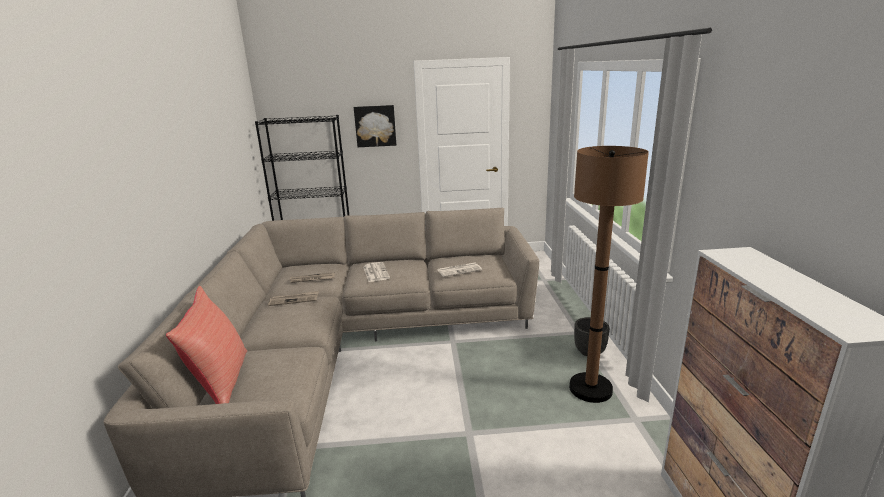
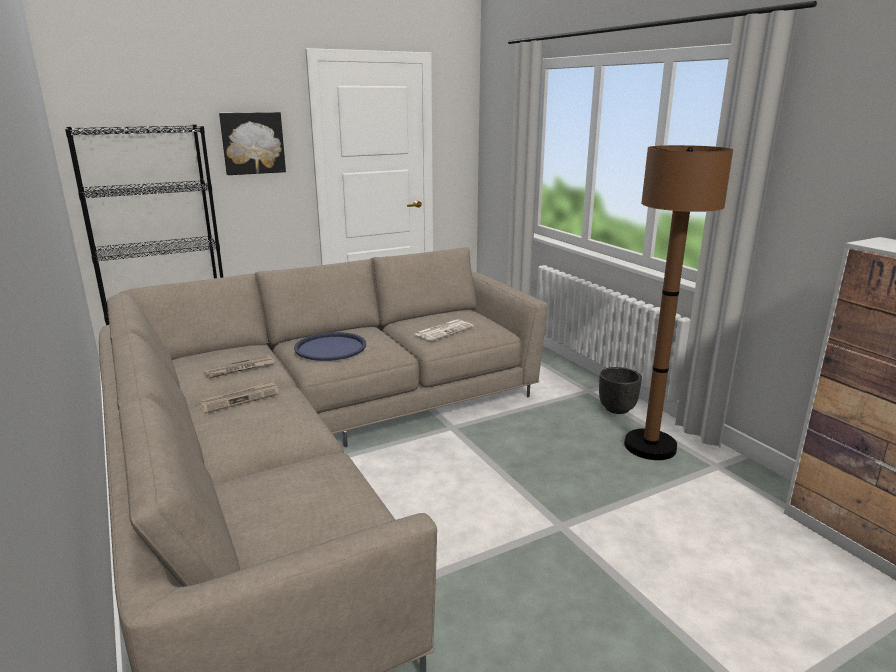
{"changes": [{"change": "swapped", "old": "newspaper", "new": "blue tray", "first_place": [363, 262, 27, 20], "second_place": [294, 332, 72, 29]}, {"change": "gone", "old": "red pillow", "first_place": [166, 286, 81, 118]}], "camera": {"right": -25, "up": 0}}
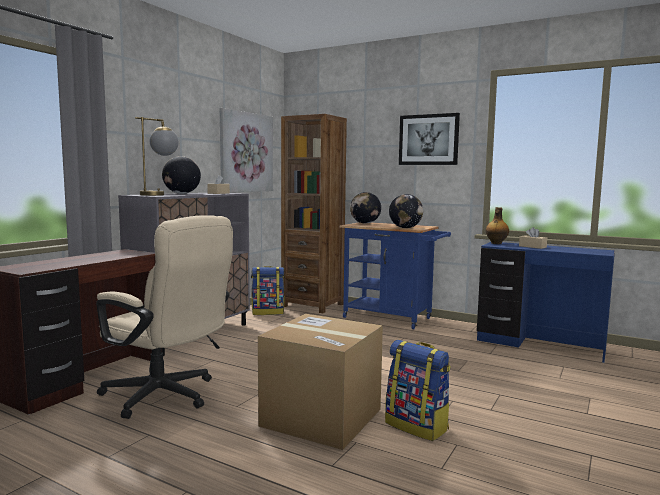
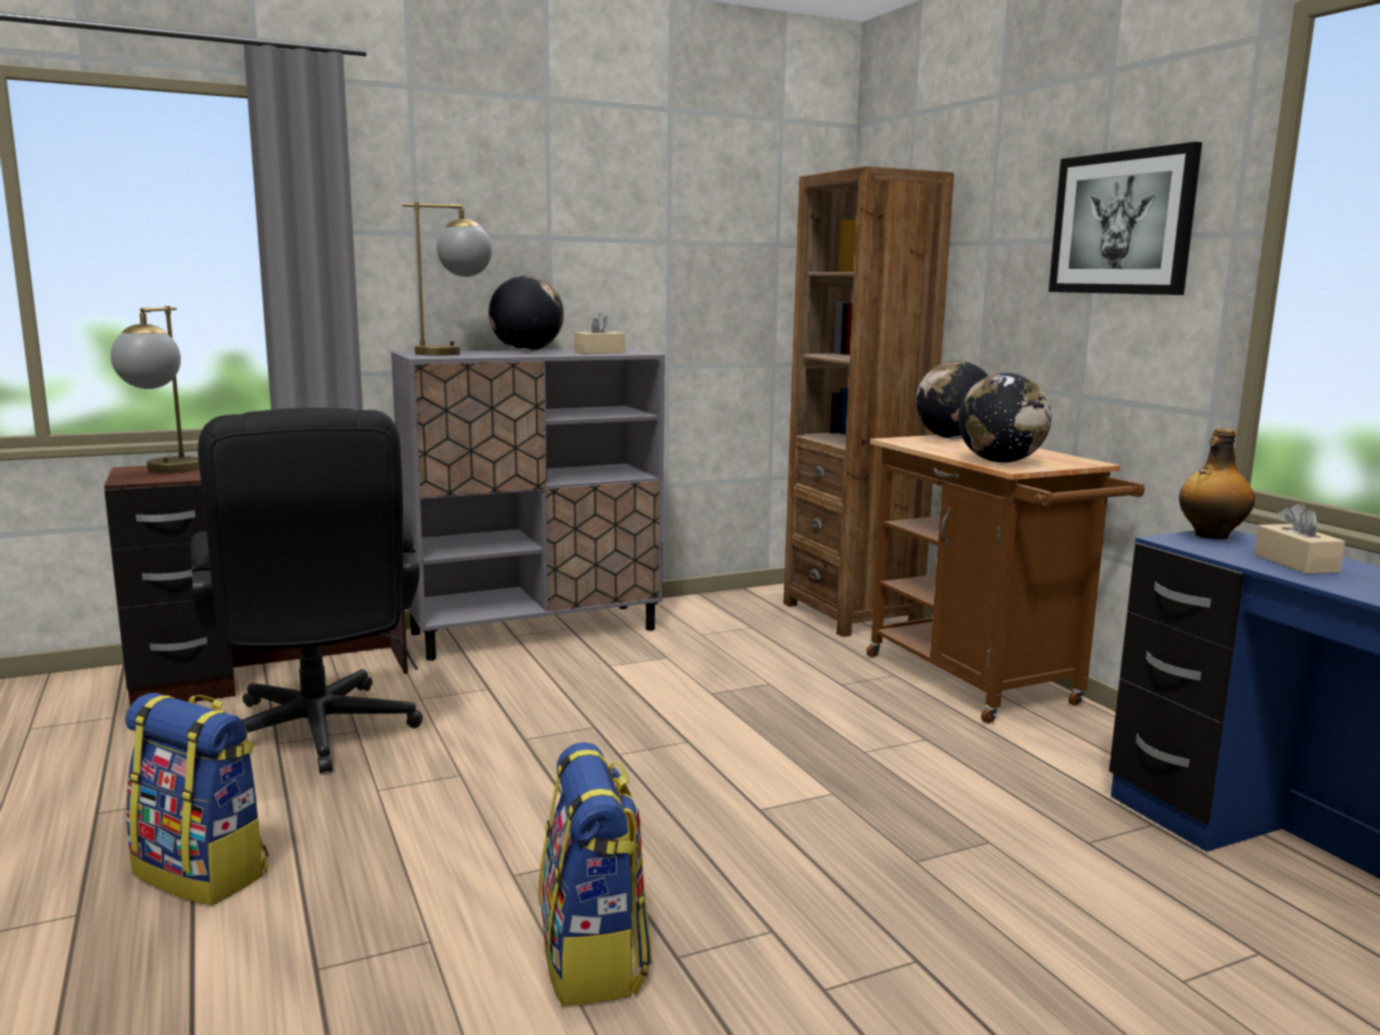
{"changes": [{"change": "new", "new": "table lamp", "second_place": [111, 306, 88, 167]}, {"change": "shifted", "old": "backpack", "first_place": [251, 266, 34, 49], "second_place": [125, 693, 144, 213]}, {"change": "repainted", "old": "beige office chair", "new": "black office chair", "first_place": [96, 215, 137, 204], "second_place": [191, 408, 232, 366]}, {"change": "repainted", "old": "blue cart", "new": "brown cart", "first_place": [340, 222, 111, 107], "second_place": [867, 435, 278, 289]}, {"change": "gone", "old": "picture", "first_place": [220, 108, 53, 84]}, {"change": "gone", "old": "cardboard box", "first_place": [258, 314, 125, 136]}], "camera": {"right": 35, "up": 5}}
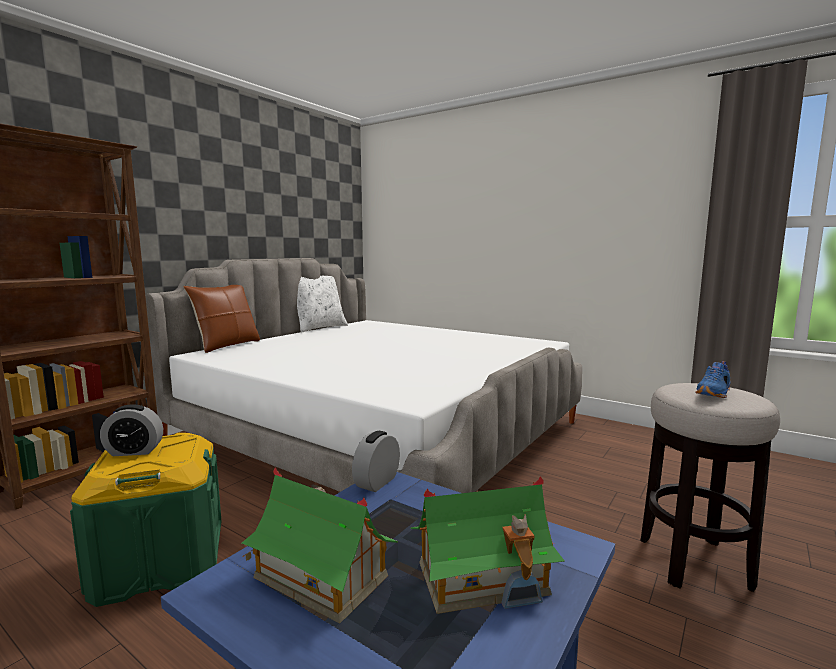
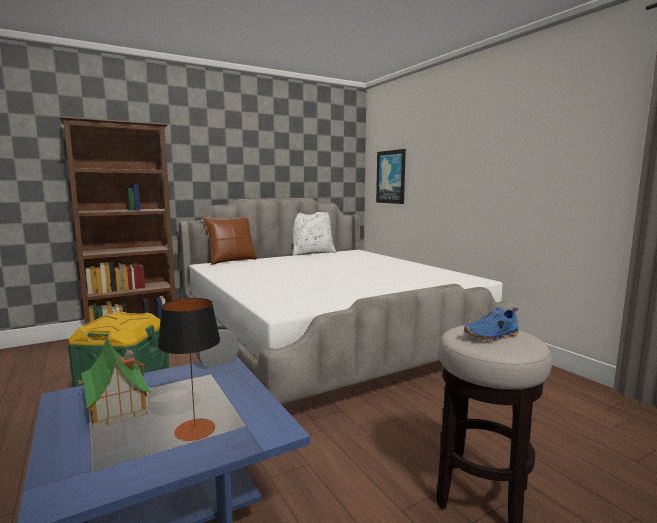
{"changes": [{"change": "swapped", "old": "toy house", "new": "table lamp", "first_place": [410, 476, 155, 138], "second_place": [158, 298, 62, 143]}, {"change": "new", "new": "picture", "second_place": [376, 149, 30, 55]}, {"change": "gone", "old": "alarm clock", "first_place": [100, 404, 63, 52]}], "camera": {"right": 25, "up": 0}}
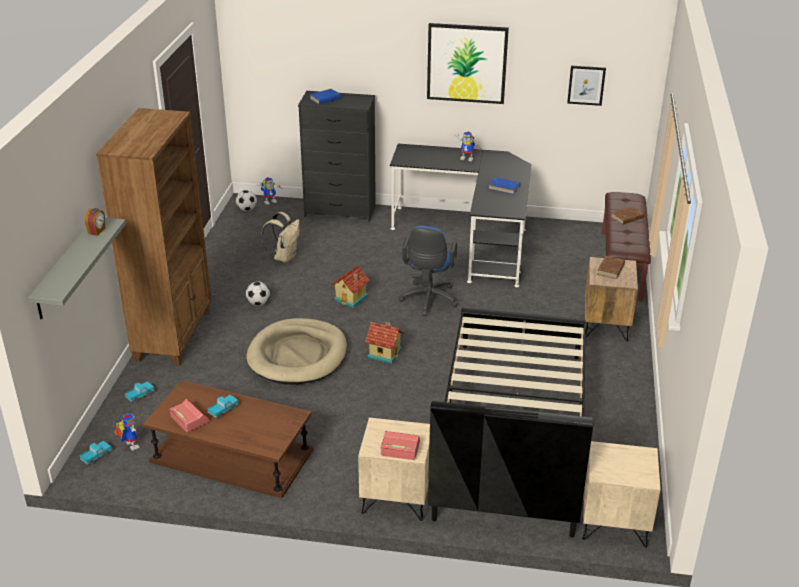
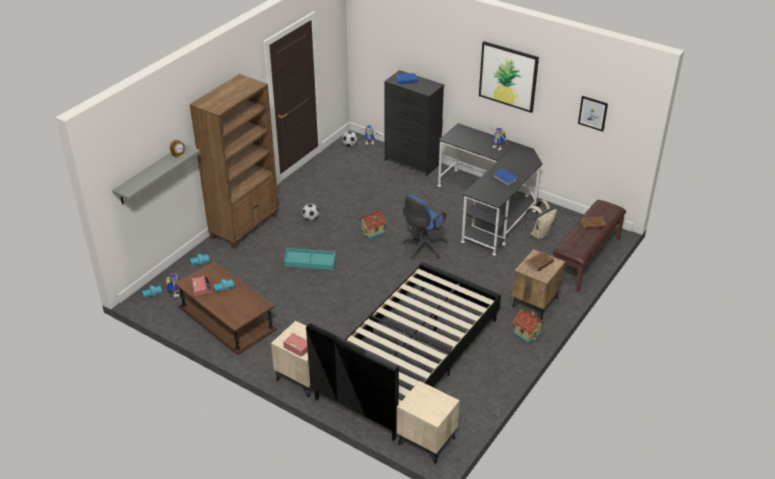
{"changes": [{"change": "swapped", "old": "beige dog bed", "new": "turquoise storage box", "first_place": [247, 318, 100, 67], "second_place": [284, 248, 52, 22]}, {"change": "shifted", "old": "toy house", "first_place": [365, 322, 40, 42], "second_place": [512, 309, 33, 35]}, {"change": "shifted", "old": "beige backpack", "first_place": [261, 212, 38, 51], "second_place": [524, 200, 33, 40]}], "camera": {"right": 25, "up": 5}}
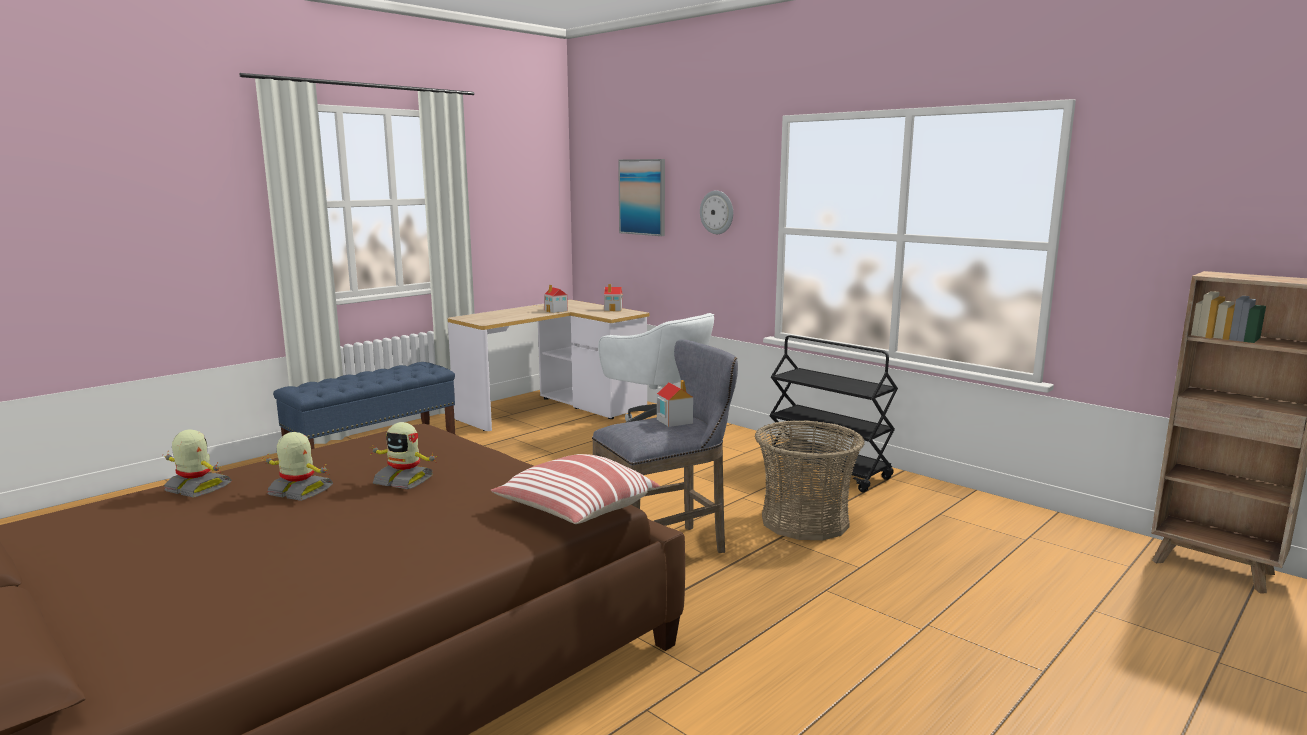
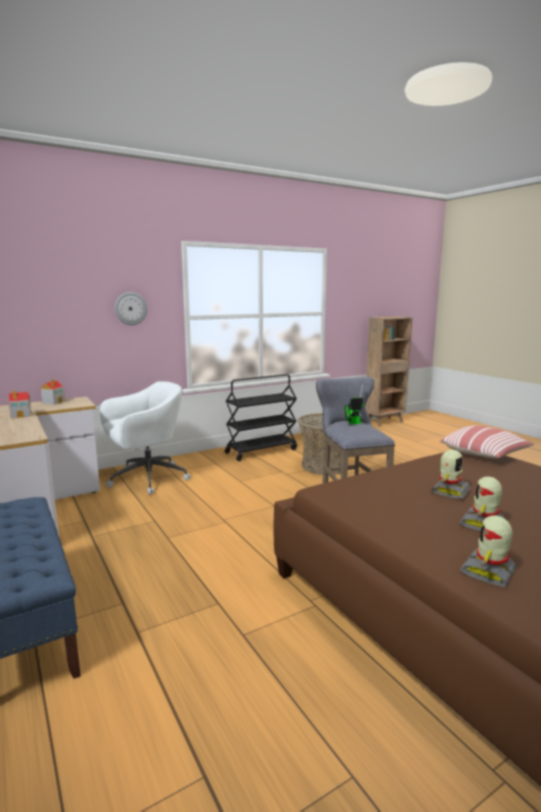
{"changes": [{"change": "swapped", "old": "toy house", "new": "toy robot", "first_place": [657, 380, 36, 47], "second_place": [344, 384, 20, 40]}, {"change": "gone", "old": "picture", "first_place": [618, 159, 47, 77]}], "camera": {"right": -75, "up": 0}}
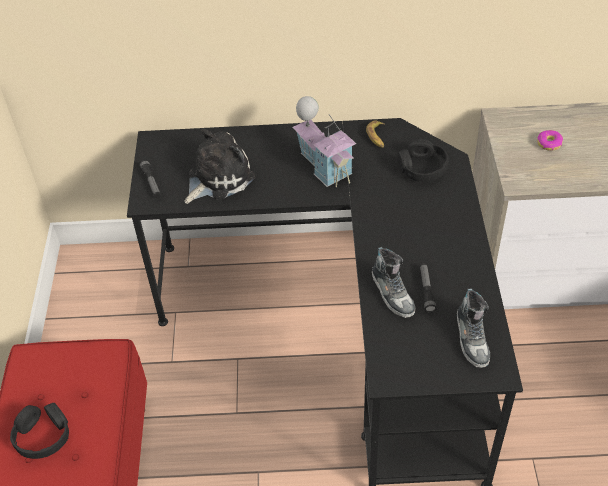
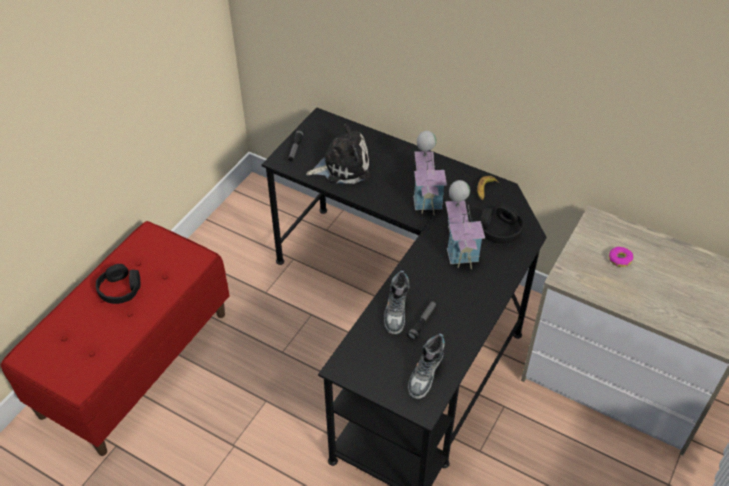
{"changes": [{"change": "new", "new": "toy house", "second_place": [445, 180, 40, 89]}], "camera": {"right": 30, "up": 0}}
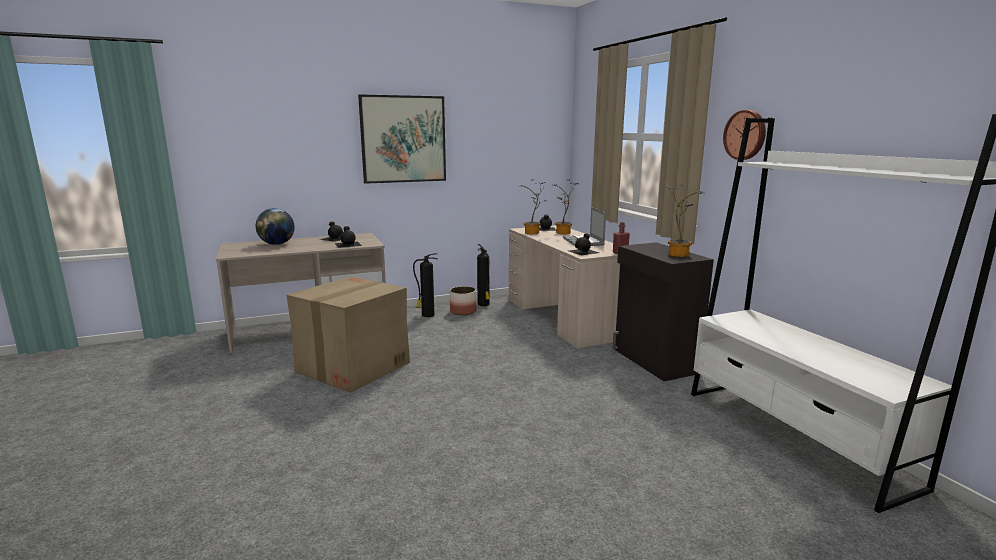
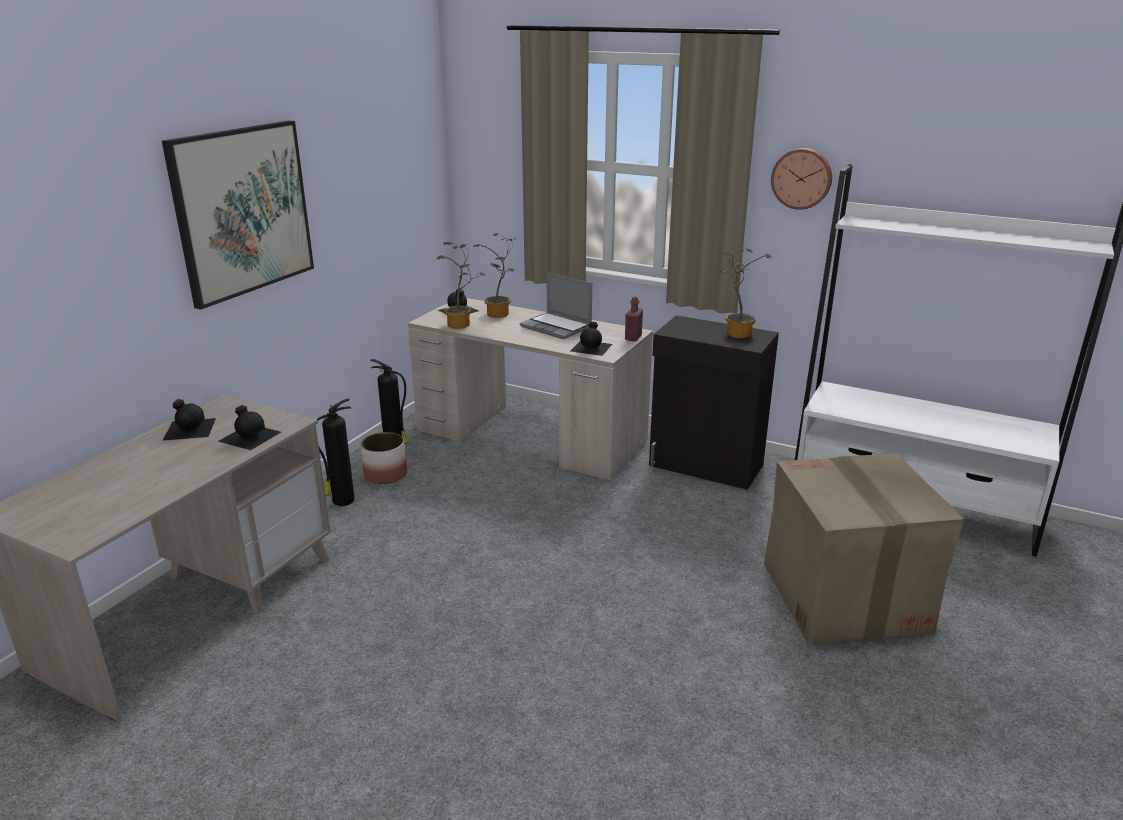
{"changes": [{"change": "shifted", "old": "cardboard box", "first_place": [286, 276, 124, 117], "second_place": [764, 453, 200, 191]}, {"change": "gone", "old": "globe", "first_place": [256, 208, 39, 37]}], "camera": {"right": -40, "up": 10}}
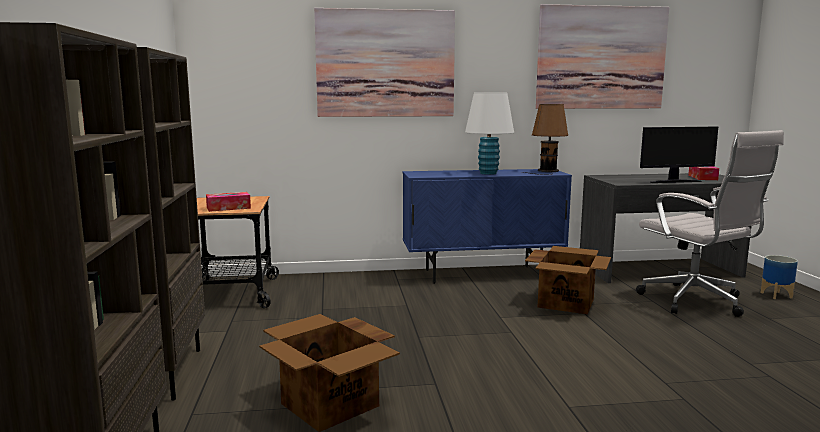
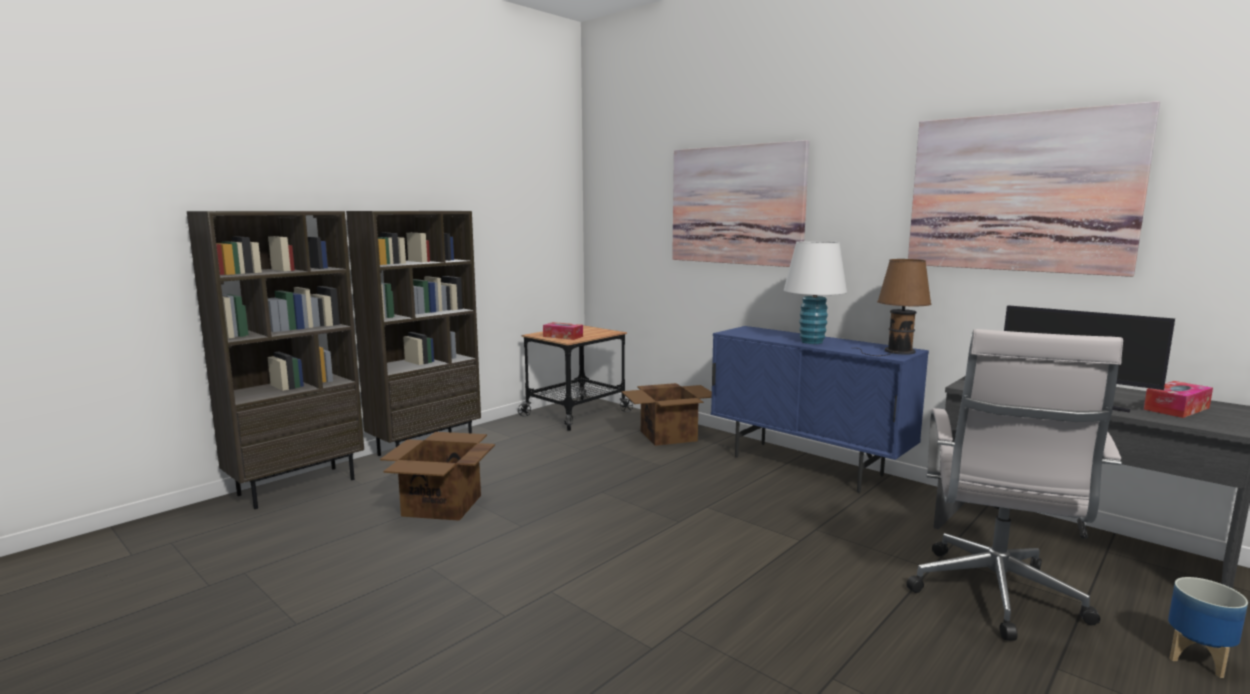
{"changes": [{"change": "shifted", "old": "cardboard box", "first_place": [525, 246, 86, 68], "second_place": [621, 383, 91, 63]}], "camera": {"right": 50, "up": 0}}
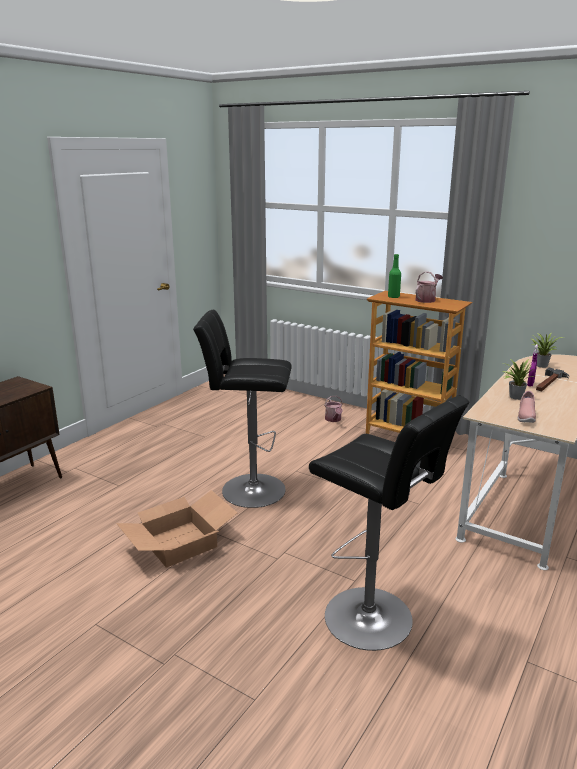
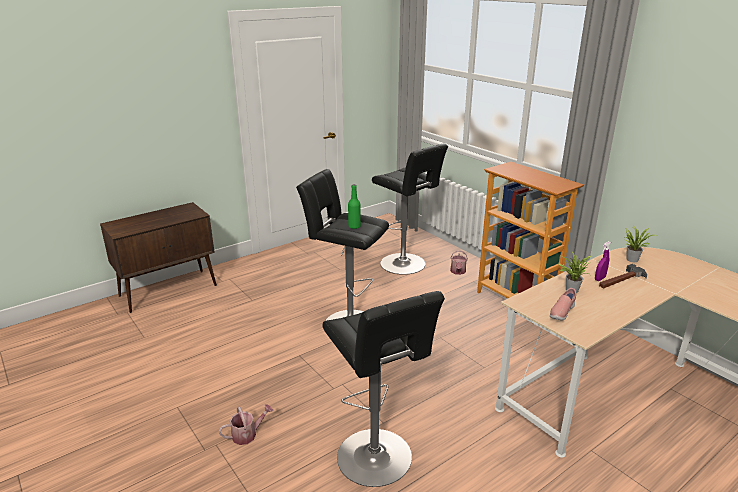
{"changes": [{"change": "shifted", "old": "watering can", "first_place": [415, 271, 28, 32], "second_place": [219, 404, 54, 41]}, {"change": "shifted", "old": "green bottle", "first_place": [388, 254, 13, 44], "second_place": [348, 184, 13, 45]}, {"change": "new", "new": "black stool", "second_place": [372, 144, 76, 131]}, {"change": "gone", "old": "cardboard box", "first_place": [116, 490, 122, 78]}], "camera": {"right": 20, "up": 5}}
